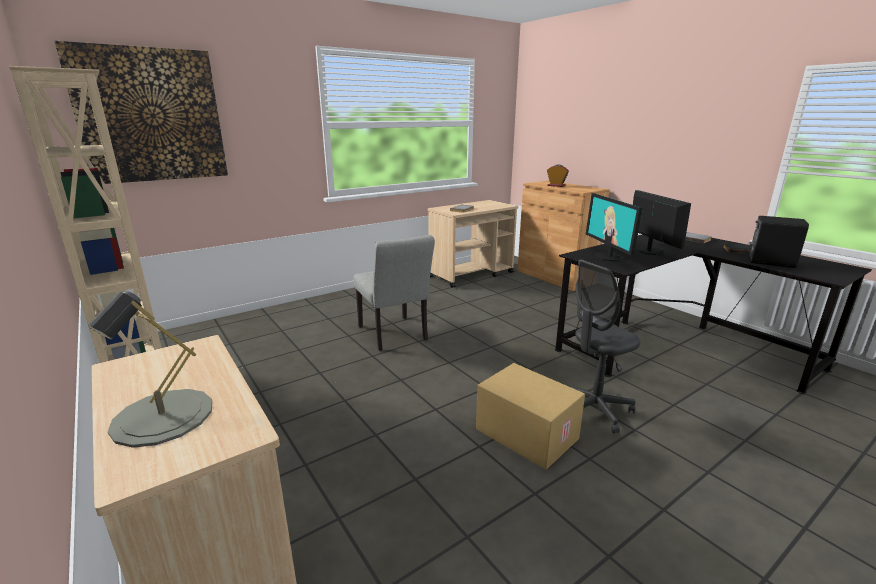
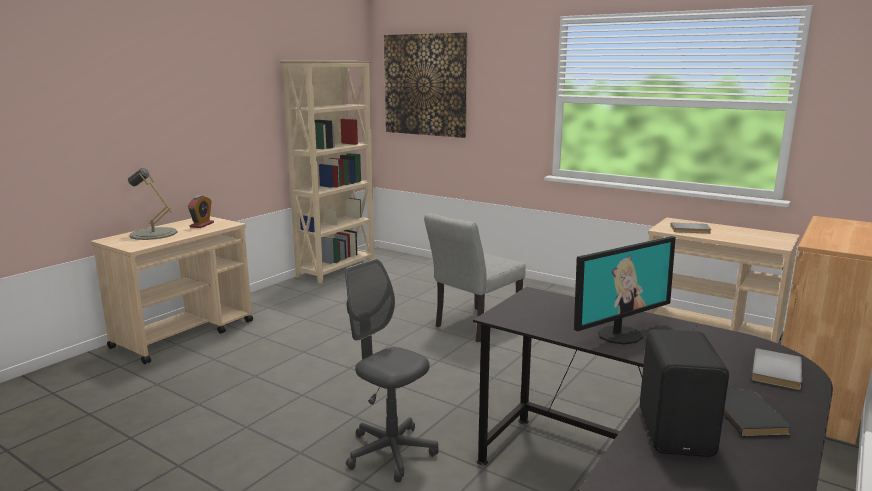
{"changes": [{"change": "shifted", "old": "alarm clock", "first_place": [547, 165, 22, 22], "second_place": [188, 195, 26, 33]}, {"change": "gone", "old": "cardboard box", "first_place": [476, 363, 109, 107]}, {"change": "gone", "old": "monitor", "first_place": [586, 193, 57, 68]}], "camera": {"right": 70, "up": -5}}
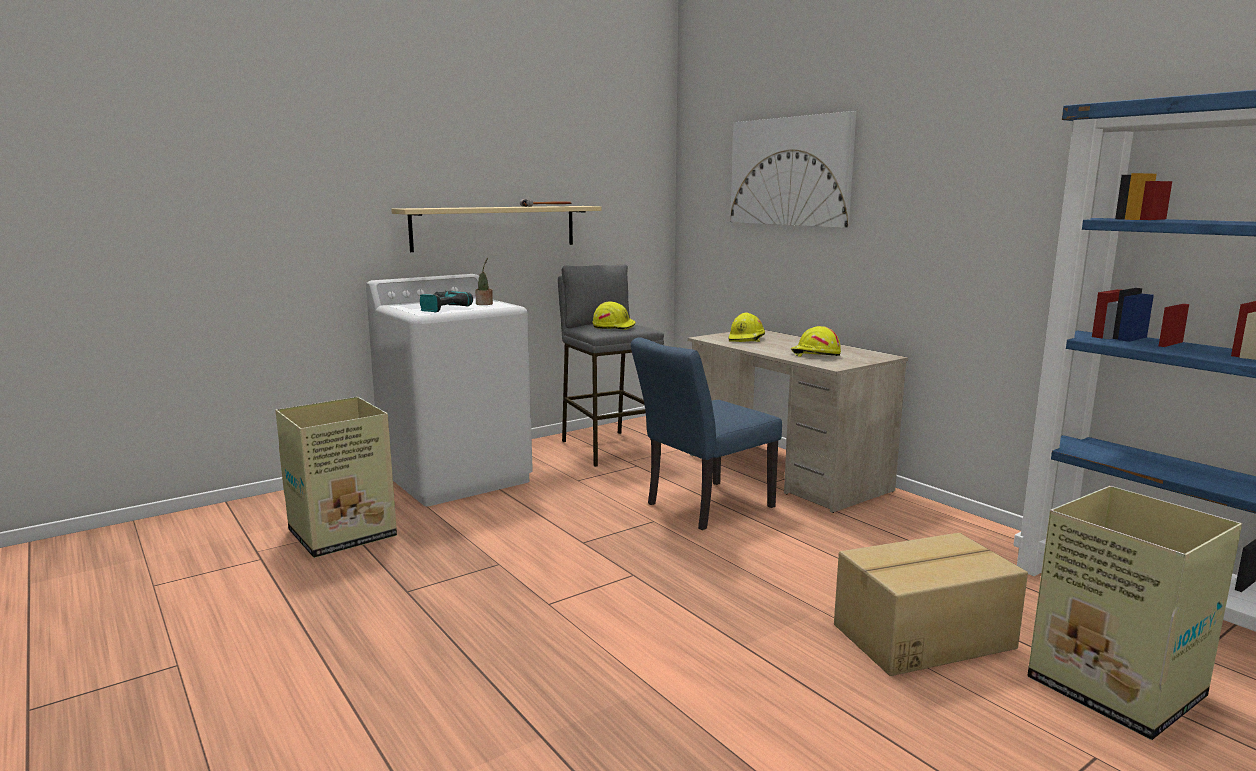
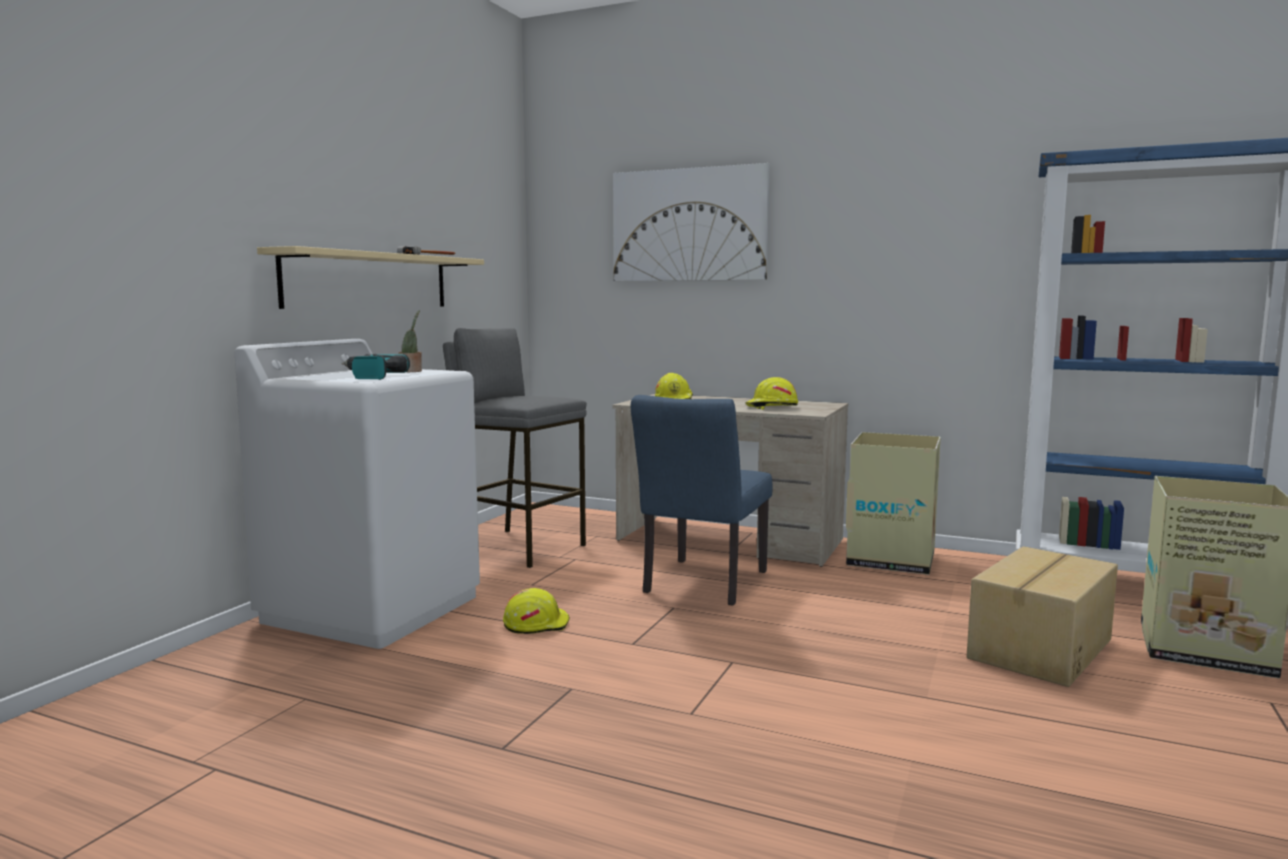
{"changes": [{"change": "shifted", "old": "yellow hard hat", "first_place": [593, 302, 43, 28], "second_place": [503, 588, 67, 46]}, {"change": "shifted", "old": "cardboard box", "first_place": [275, 397, 122, 161], "second_place": [846, 432, 95, 143]}], "camera": {"right": -30, "up": -5}}
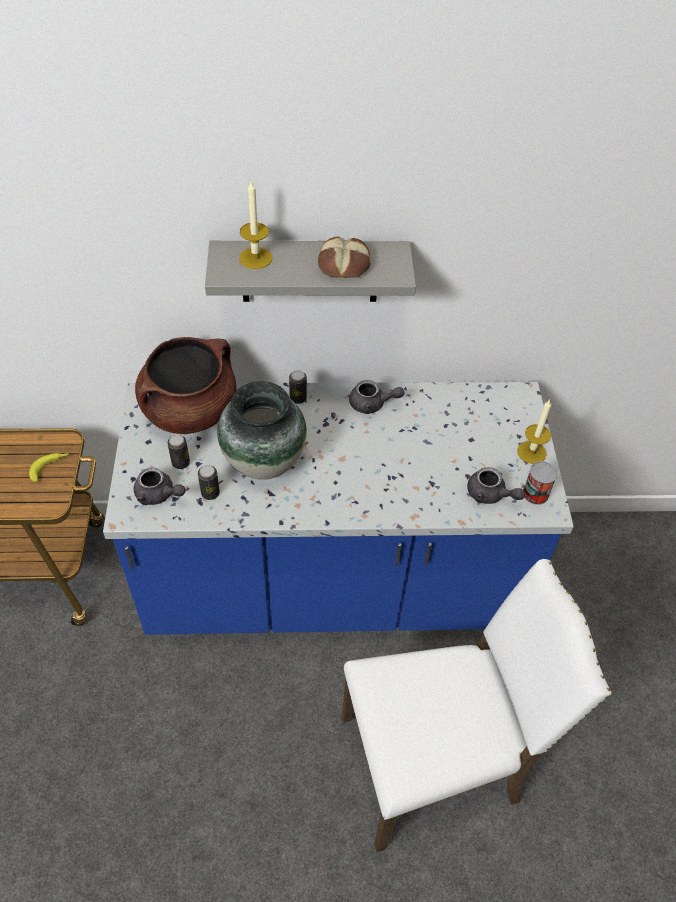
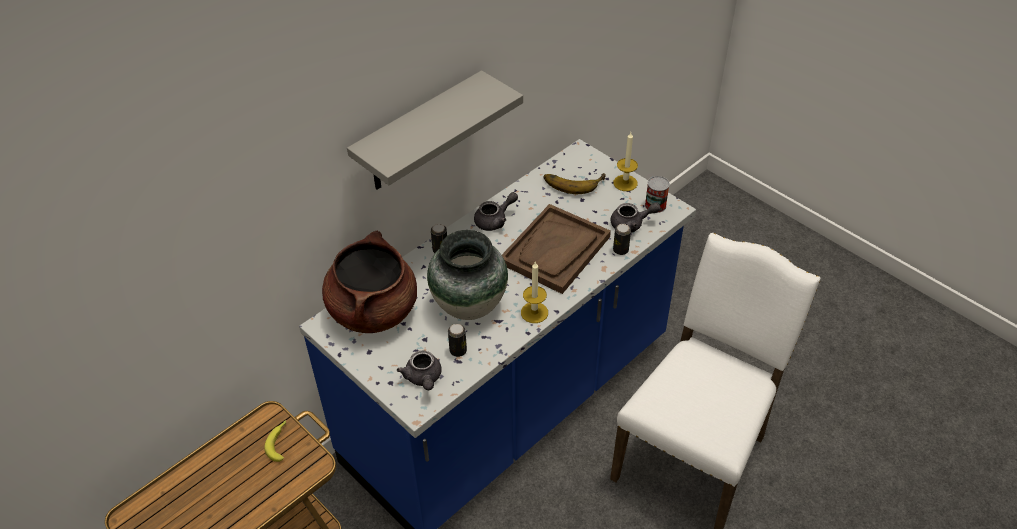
{"changes": [{"change": "rotated", "old": "grey teapot", "first_place": [134, 468, 52, 37], "second_place": [397, 350, 45, 40], "degrees": 90}, {"change": "new", "new": "brown tray", "second_place": [502, 204, 109, 90]}, {"change": "shifted", "old": "candle", "first_place": [239, 181, 33, 88], "second_place": [521, 262, 27, 61]}, {"change": "new", "new": "banana", "second_place": [543, 173, 63, 21]}, {"change": "shifted", "old": "can", "first_place": [167, 435, 23, 34], "second_place": [613, 224, 18, 31]}, {"change": "gone", "old": "bread", "first_place": [318, 236, 53, 42]}], "camera": {"right": -40, "up": -5}}
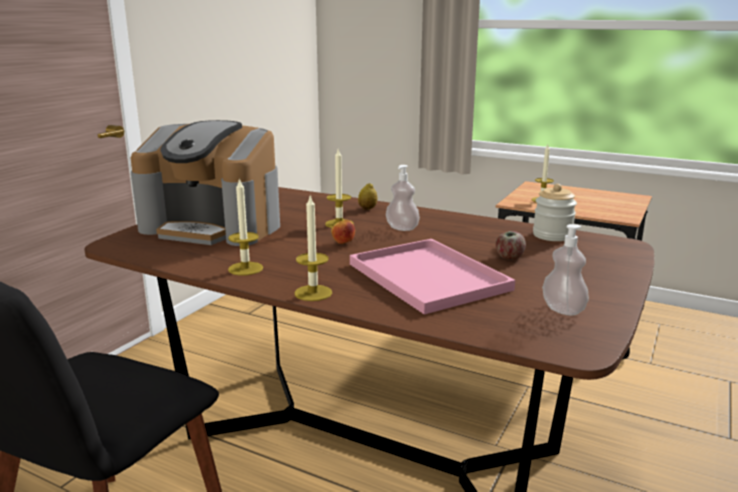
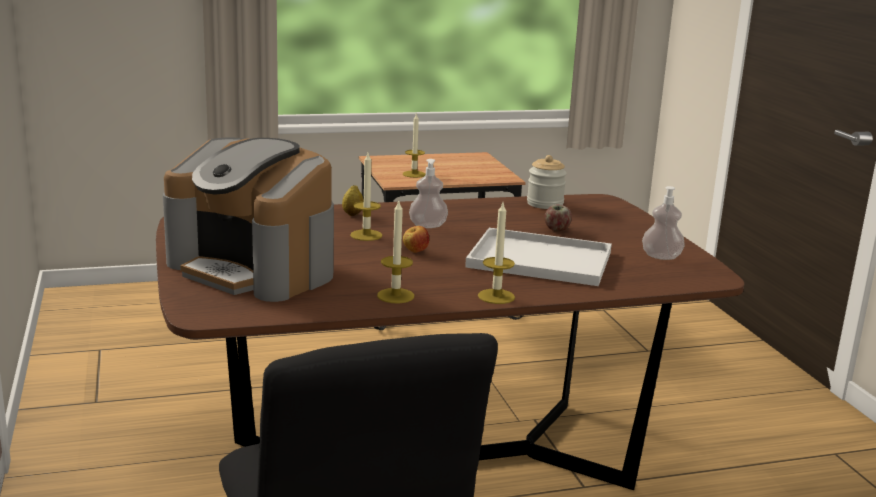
{"changes": [{"change": "rotated", "old": "coffee machine", "first_place": [131, 120, 149, 126], "second_place": [163, 137, 171, 165], "degrees": 60}, {"change": "repainted", "old": "pink tray", "new": "white tray", "first_place": [350, 239, 165, 75], "second_place": [465, 228, 147, 58]}], "camera": {"right": -45, "up": 0}}
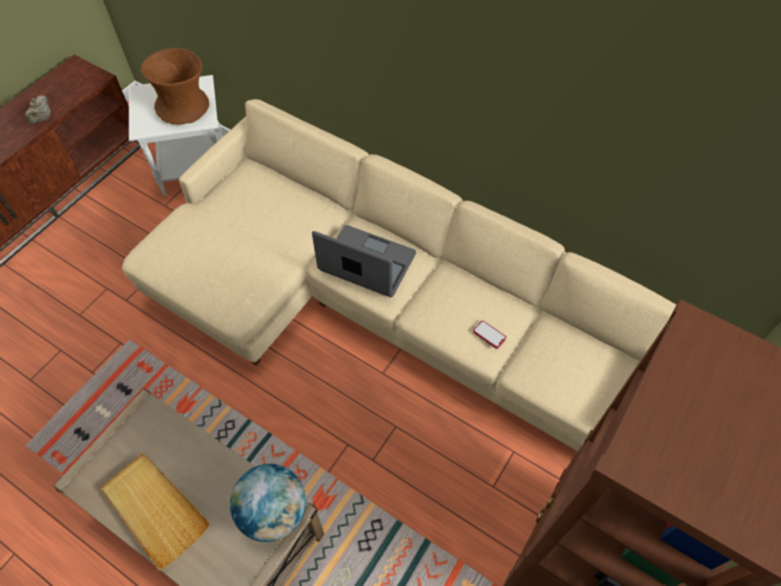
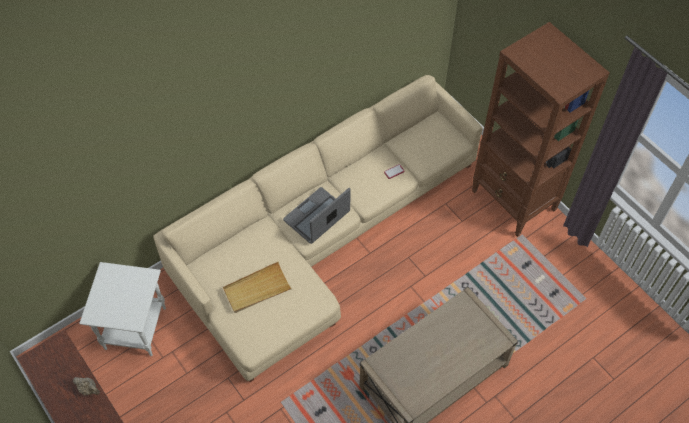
{"changes": [{"change": "shifted", "old": "beige tray", "first_place": [100, 453, 110, 117], "second_place": [223, 262, 68, 51]}, {"change": "gone", "old": "brown vase", "first_place": [141, 48, 68, 77]}, {"change": "gone", "old": "globe", "first_place": [230, 464, 76, 78]}], "camera": {"right": -70, "up": 0}}
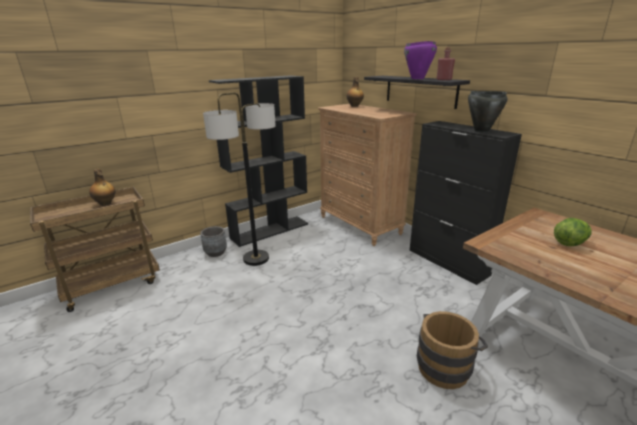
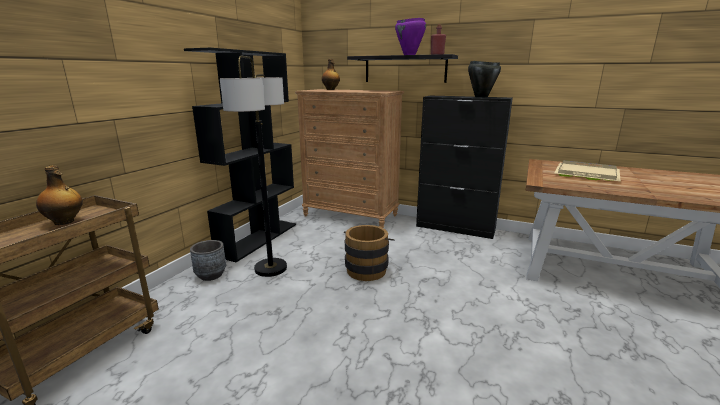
{"changes": [{"change": "shifted", "old": "brown bucket", "first_place": [417, 311, 71, 78], "second_place": [344, 225, 50, 56]}, {"change": "swapped", "old": "lettuce", "new": "beige tray", "first_place": [554, 218, 38, 28], "second_place": [554, 160, 67, 21]}], "camera": {"right": -30, "up": -5}}
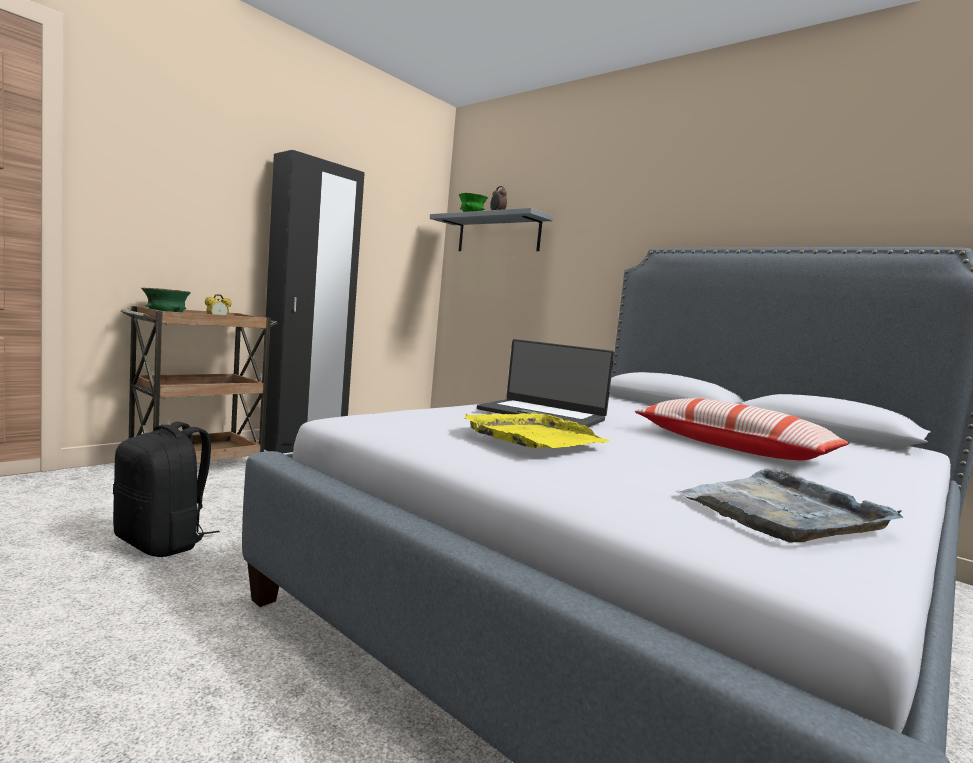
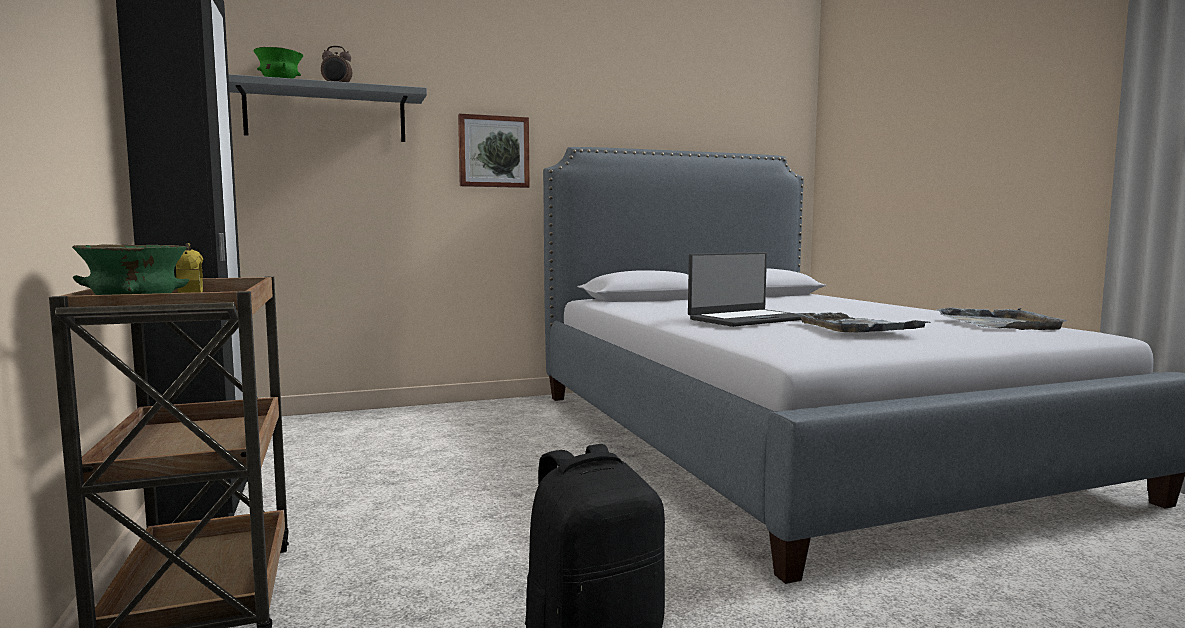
{"changes": [{"change": "new", "new": "picture", "second_place": [458, 113, 72, 75]}, {"change": "repainted", "old": "yellow tray", "new": "grey tray", "first_place": [464, 412, 146, 37], "second_place": [798, 312, 133, 21]}, {"change": "gone", "old": "pillow", "first_place": [634, 398, 215, 62]}], "camera": {"right": -60, "up": 0}}
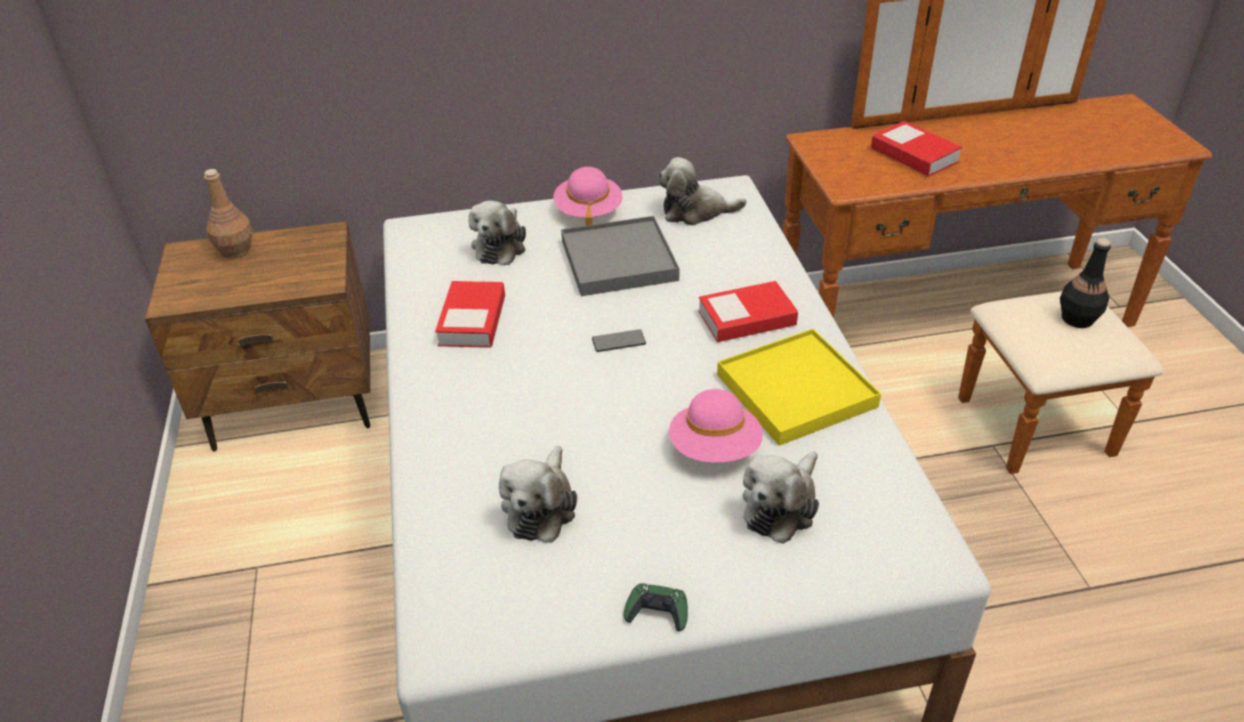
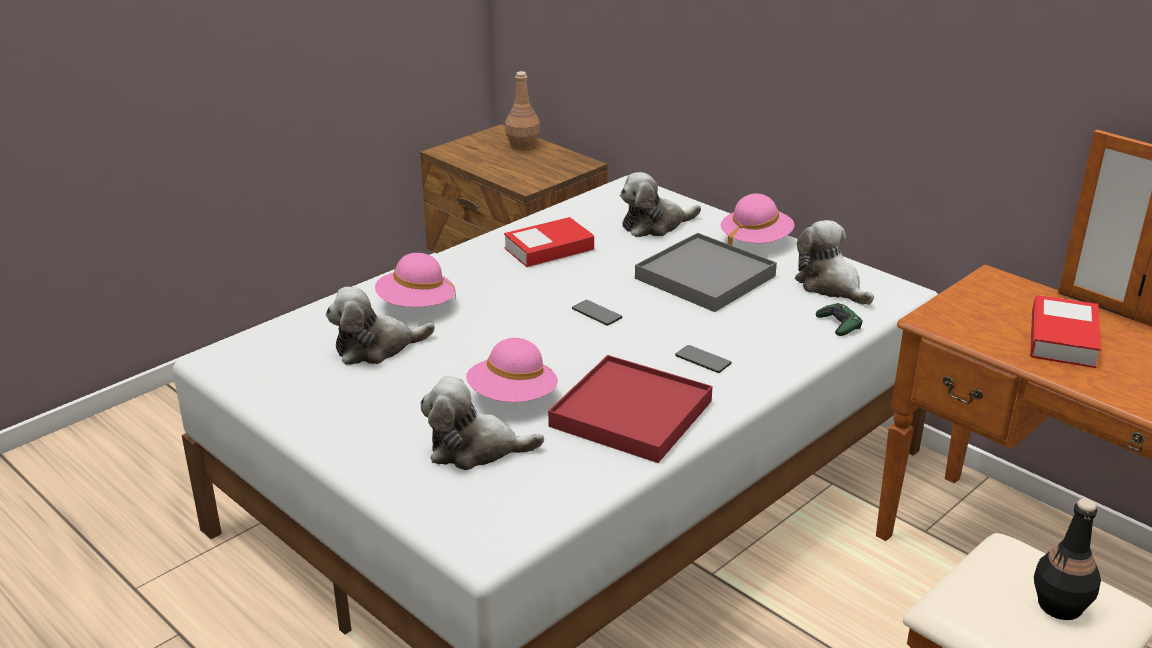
{"changes": [{"change": "new", "new": "pink hat", "second_place": [375, 253, 81, 54]}, {"change": "repainted", "old": "yellow tray", "new": "red tray", "first_place": [717, 329, 164, 117], "second_place": [548, 355, 165, 108]}, {"change": "swapped", "old": "book", "new": "phone", "first_place": [698, 281, 100, 61], "second_place": [675, 345, 57, 28]}, {"change": "shifted", "old": "green game controller", "first_place": [624, 583, 64, 49], "second_place": [816, 303, 47, 33]}], "camera": {"right": 55, "up": -10}}
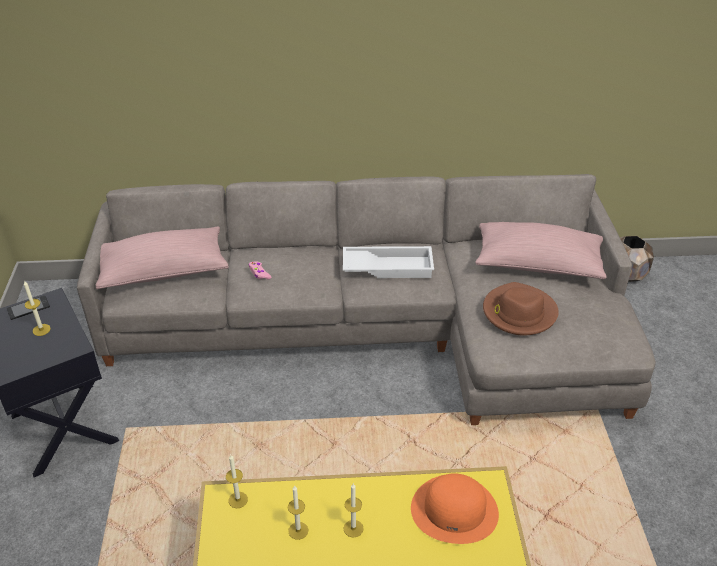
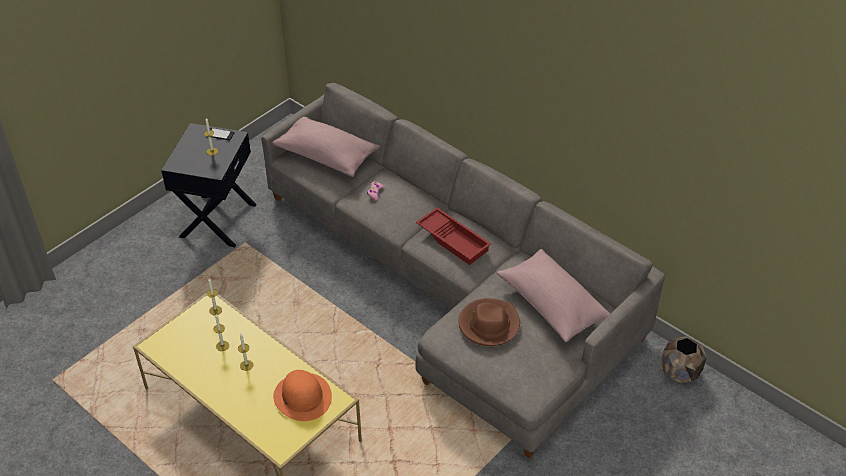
{"changes": [{"change": "repainted", "old": "white tray", "new": "red tray", "first_place": [343, 246, 91, 32], "second_place": [416, 207, 75, 58]}], "camera": {"right": 45, "up": 5}}
